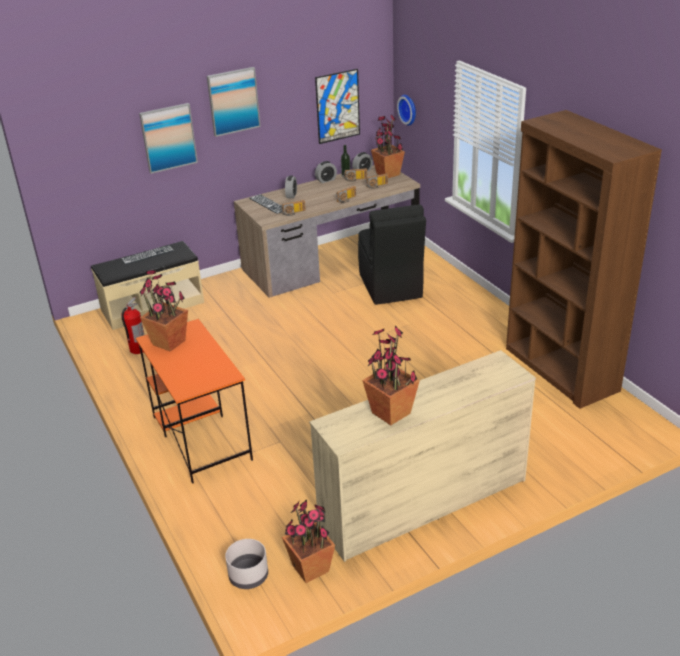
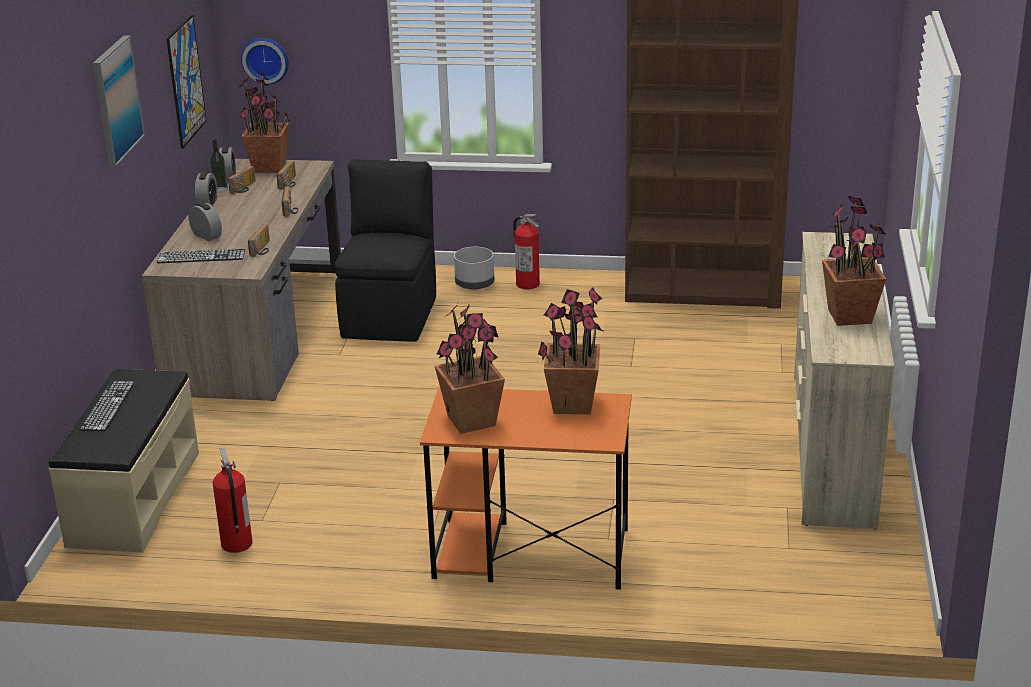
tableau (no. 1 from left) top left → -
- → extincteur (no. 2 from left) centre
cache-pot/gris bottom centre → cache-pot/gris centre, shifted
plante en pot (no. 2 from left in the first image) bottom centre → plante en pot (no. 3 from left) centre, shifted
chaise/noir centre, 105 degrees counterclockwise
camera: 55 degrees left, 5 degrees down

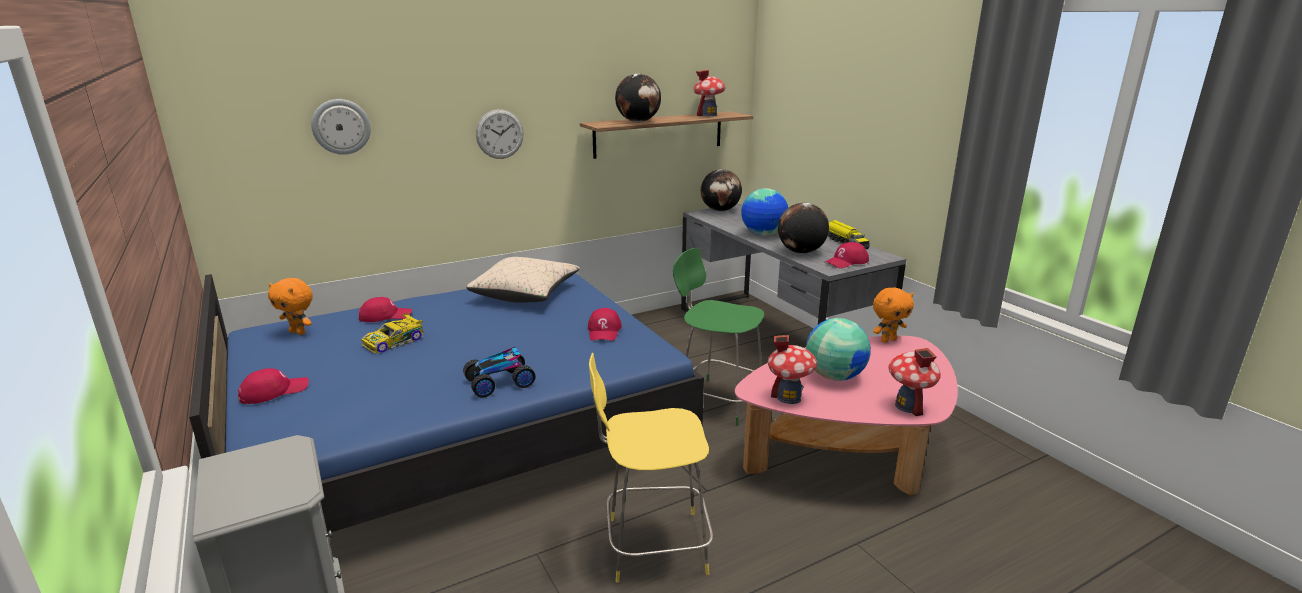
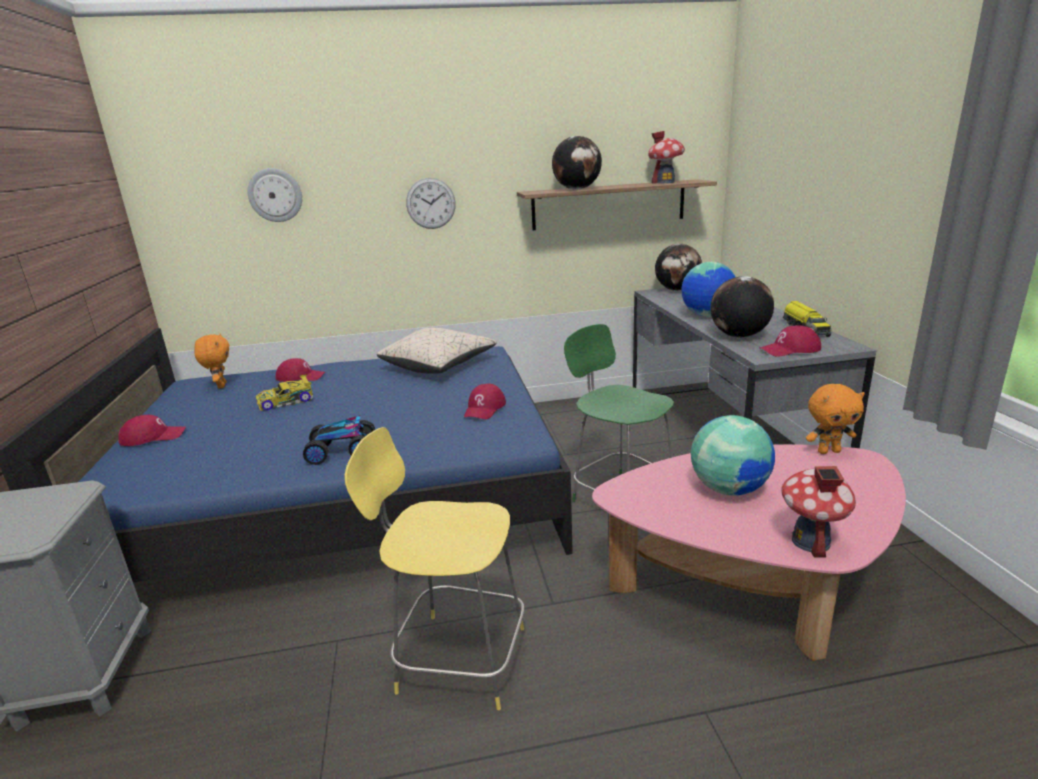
maison miniature (no. 2 from left) centre → -
peluche/orange (no. 1 from left) middle left, 150 degrees counterclockwise
camera: 20 degrees right, 0 degrees up

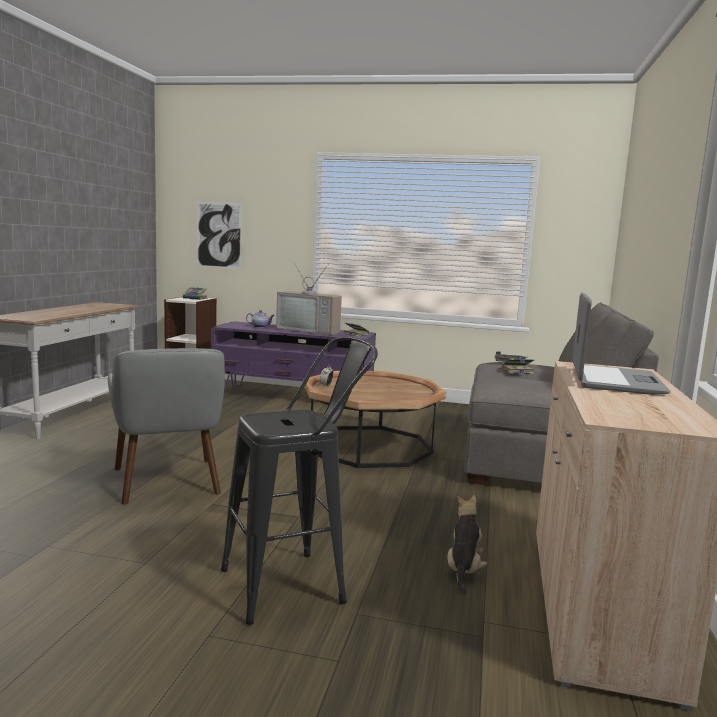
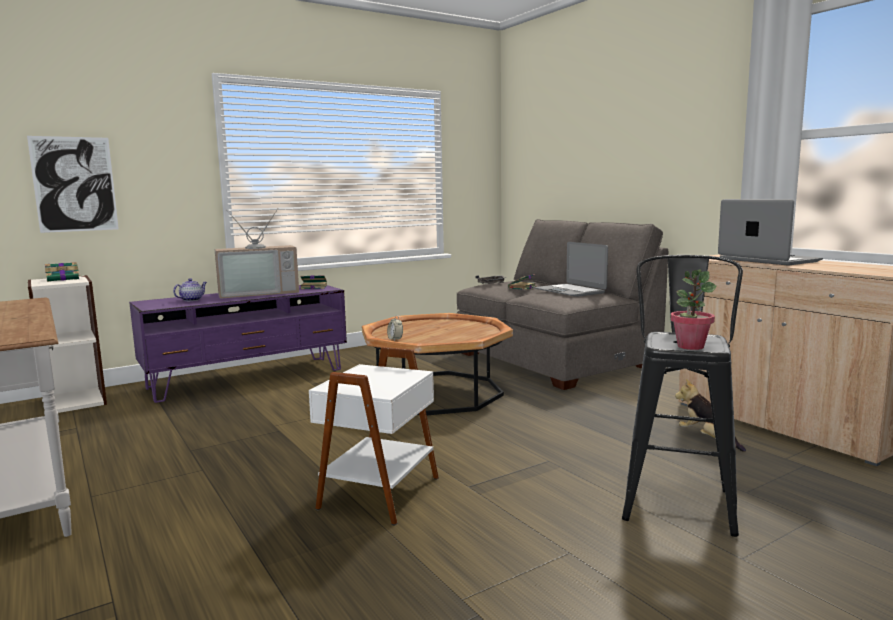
- → ordinateur portable (no. 1 from left) centre
- → plante en pot middle right
fauteuil/gris middle left → table d'appoint/blanc bottom centre
camera: 45 degrees left, 0 degrees up

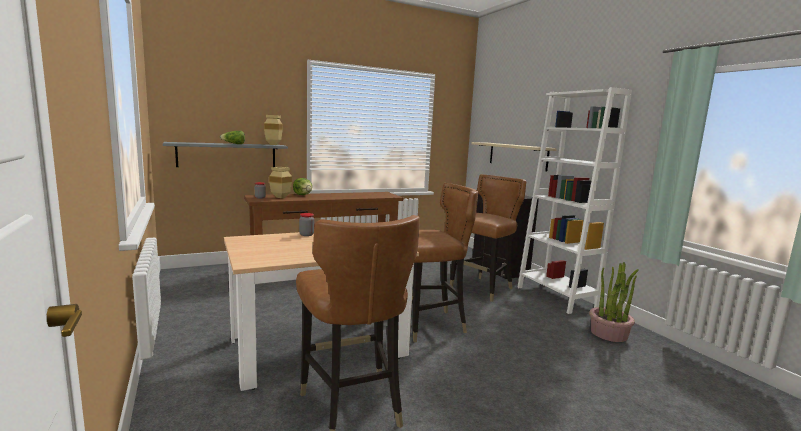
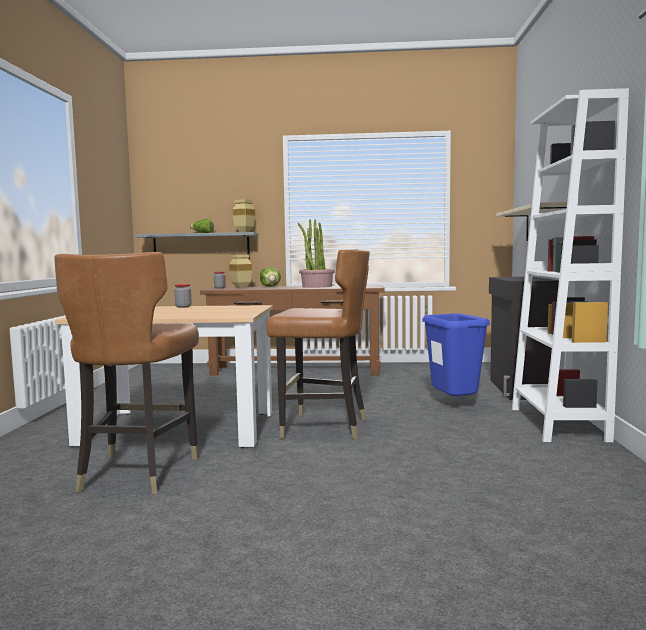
plante en pot bottom right → plante en pot centre, shifted
chaise/marron (no. 3 from left) centre → poubelle/bleu middle right
camera: 30 degrees right, 5 degrees down

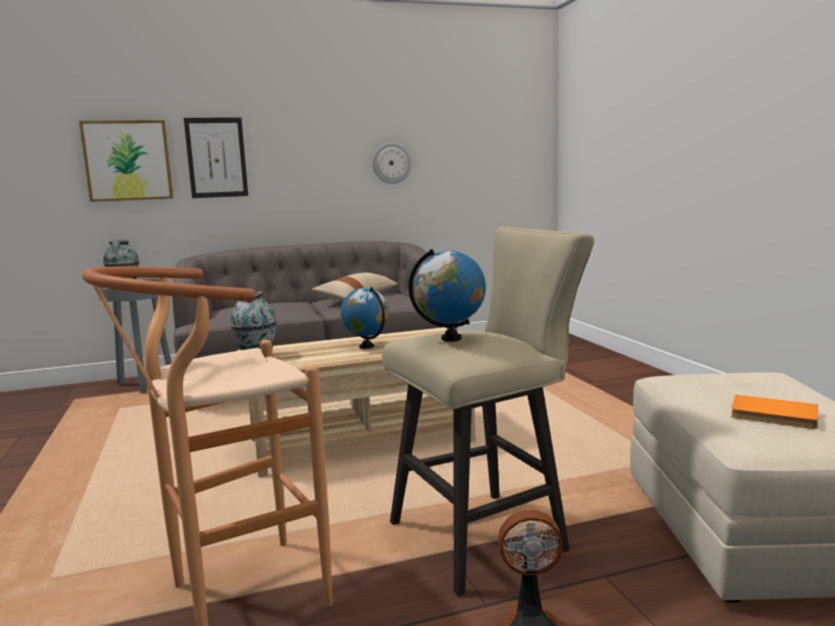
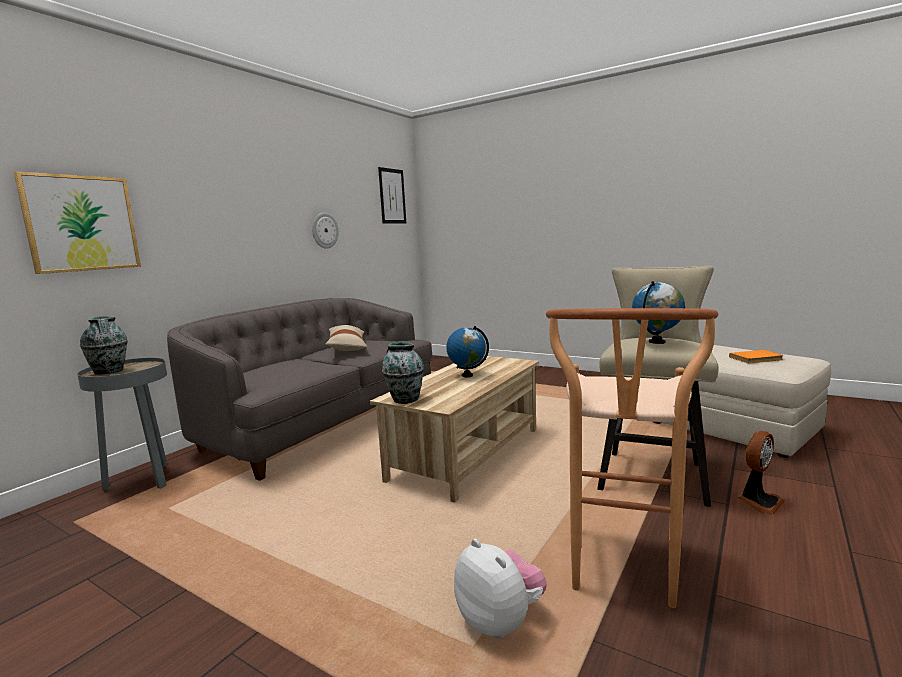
- → peluche bottom centre
tableau (no. 2 from left) top left → tableau (no. 2 from left) top centre, shifted
camera: 40 degrees left, 0 degrees up

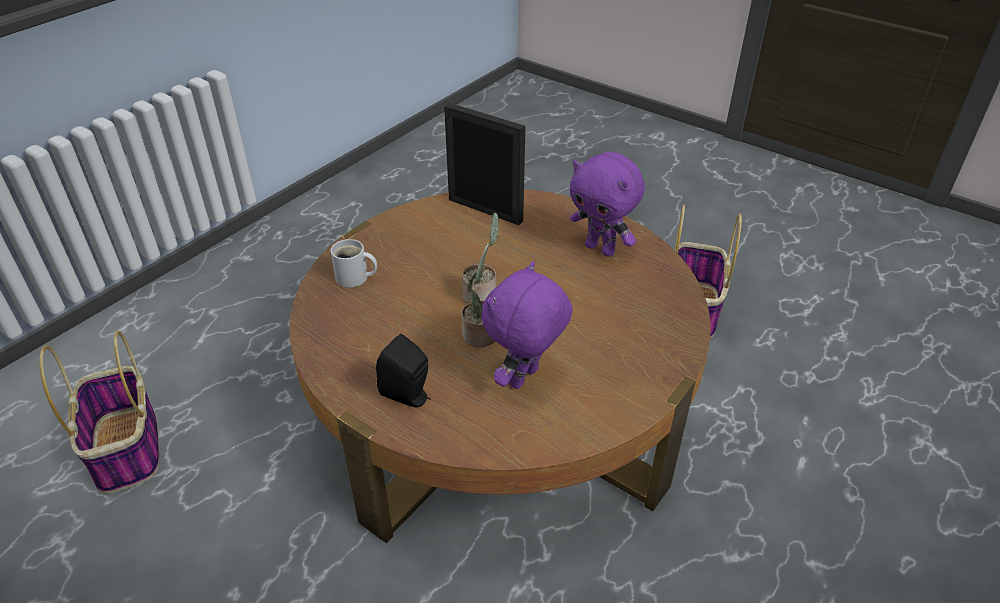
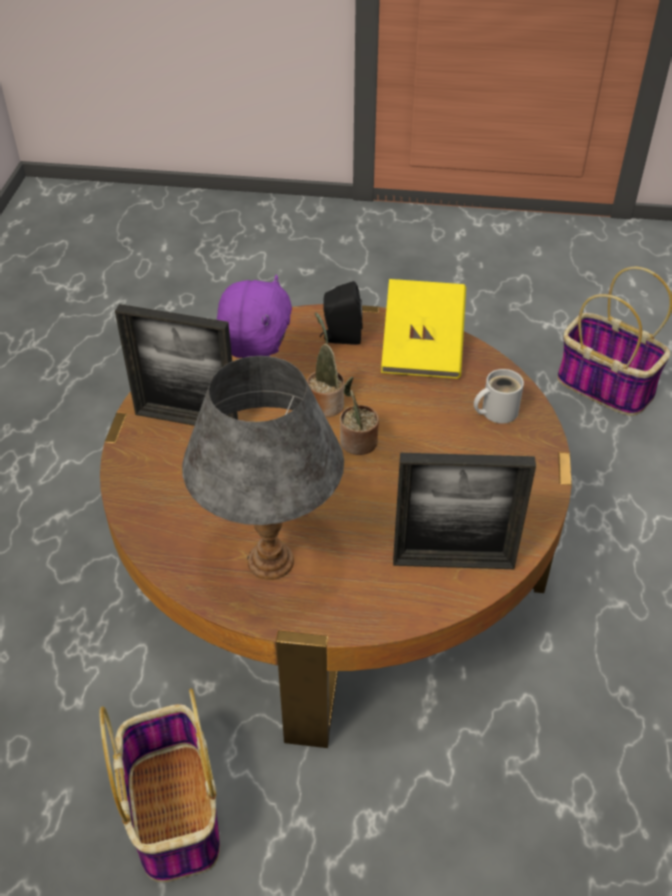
- → cadre photo (no. 1 from left) middle left
- → livre/jaune centre
peluche/violet (no. 2 from left) centre → lampe de table/gris centre
camera: 150 degrees right, 5 degrees up

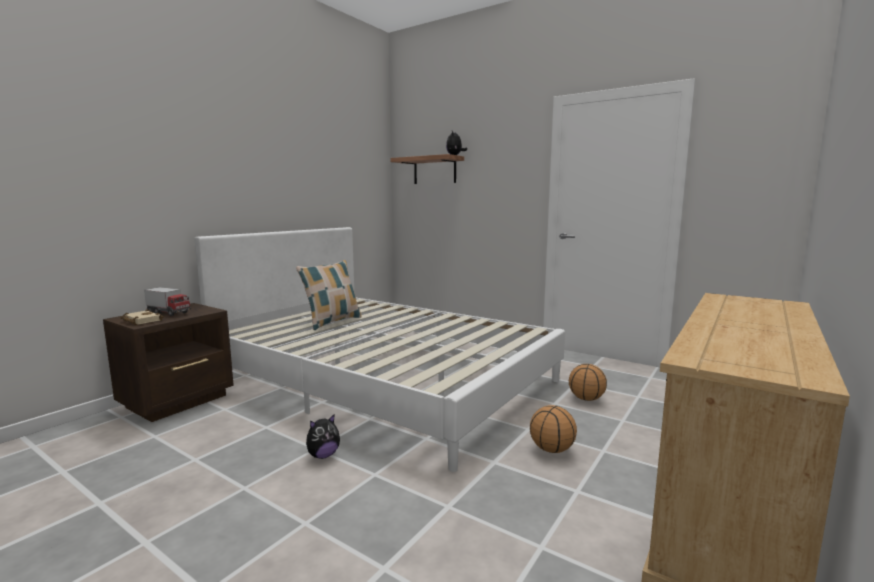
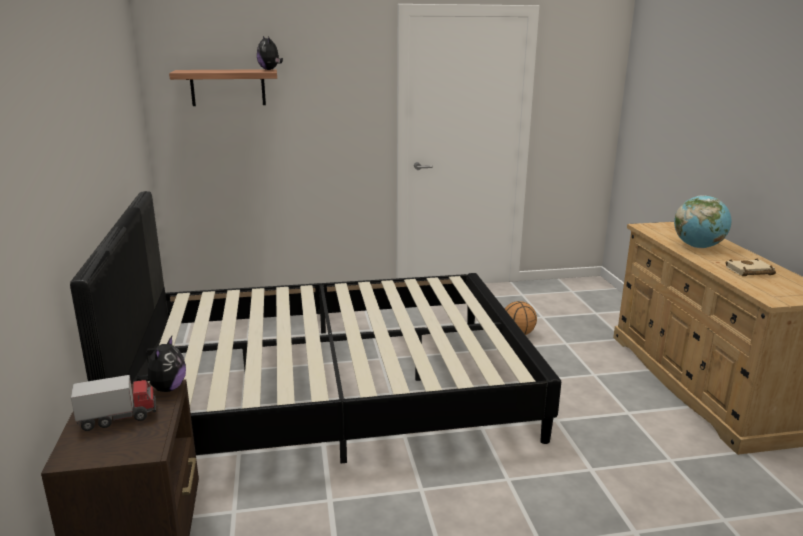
coussin centre → -
ballon de basket (no. 1 from left) bottom centre → -
- → globe middle right
livre/beige middle left → livre/beige middle right, shifted
peluche (no. 1 from left) bottom centre → peluche (no. 1 from left) bottom left, shifted
lit/blanc centre → lit/noir centre
camera: 45 degrees left, 10 degrees up

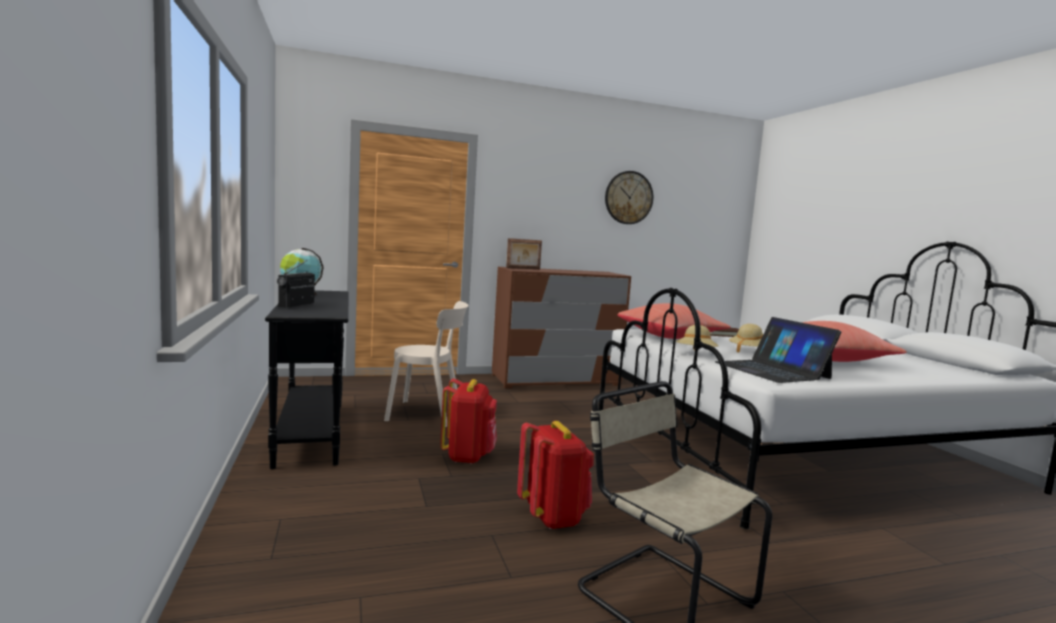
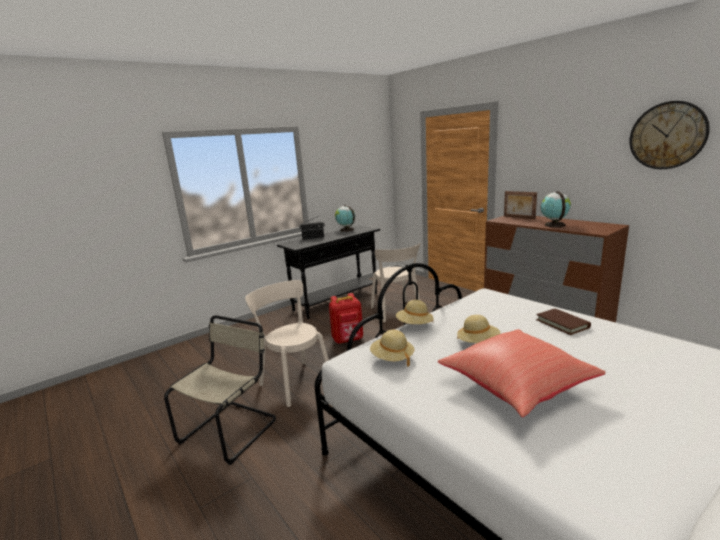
coussin/rouge (no. 1 from left) centre → -
- → globe (no. 2 from left) middle right
sac à dos/rouge (no. 2 from left) bottom centre → chaise/beige (no. 2 from left) centre
ordinateur portable middle right → chapeau/beige (no. 1 from left) centre
camera: 70 degrees right, 10 degrees up

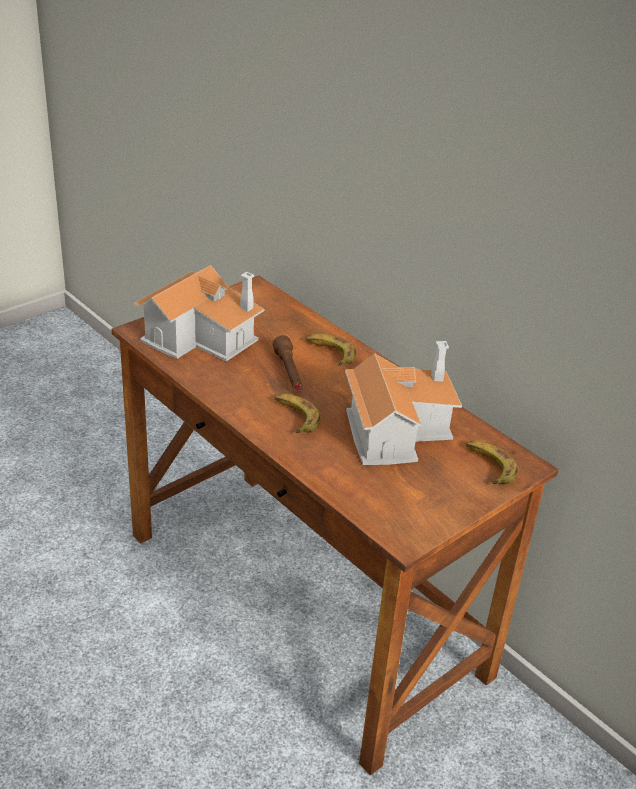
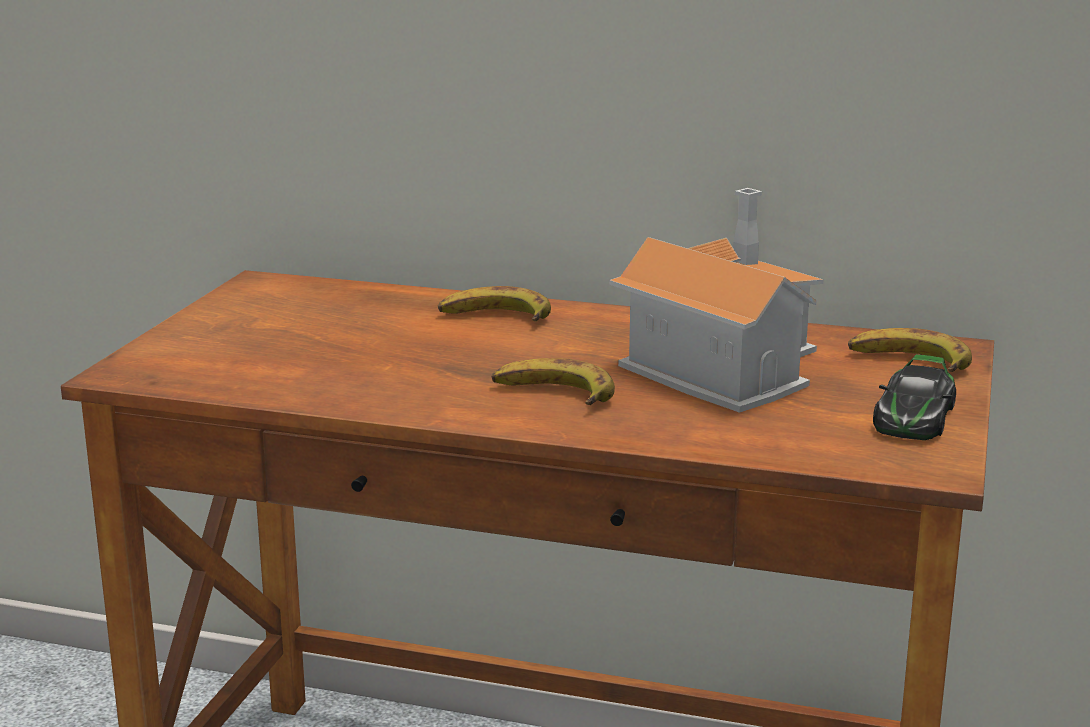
maison miniature (no. 1 from left) middle left → -
lampe de poche/marron centre → -
- → petite voiture middle right
camera: 30 degrees left, 15 degrees down

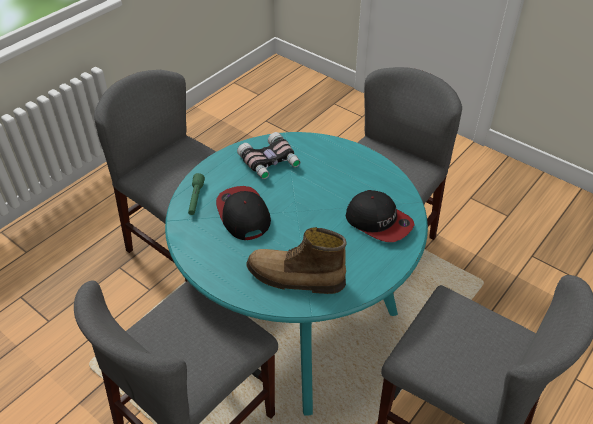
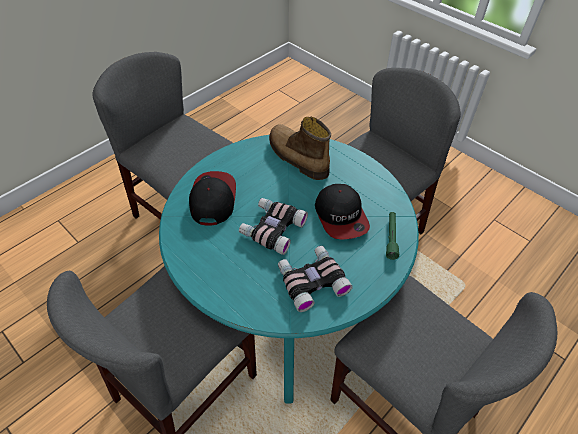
- → jumelles (no. 1 from left) centre
botte centre, 150 degrees counterclockwise
casquette (no. 2 from left in the first image) centre → casquette (no. 1 from left) centre, 45 degrees clockwise
camera: 175 degrees left, 5 degrees up

